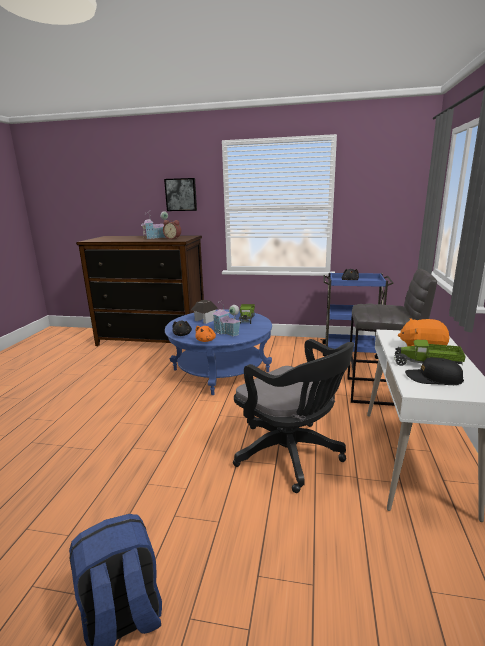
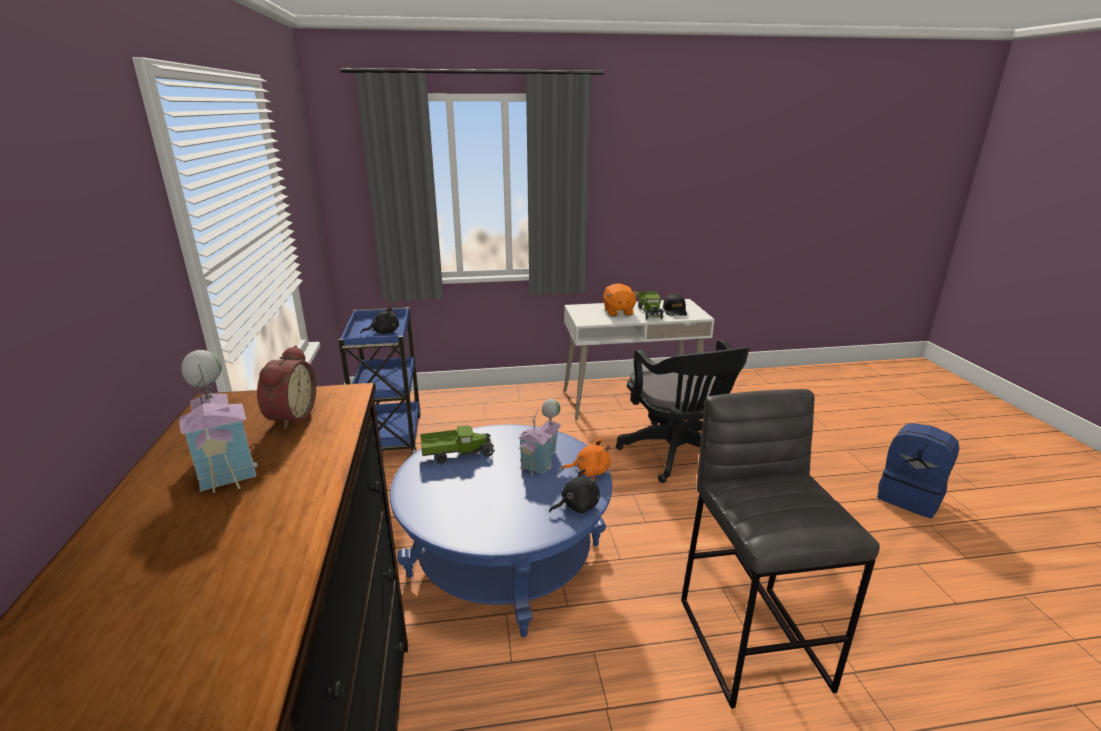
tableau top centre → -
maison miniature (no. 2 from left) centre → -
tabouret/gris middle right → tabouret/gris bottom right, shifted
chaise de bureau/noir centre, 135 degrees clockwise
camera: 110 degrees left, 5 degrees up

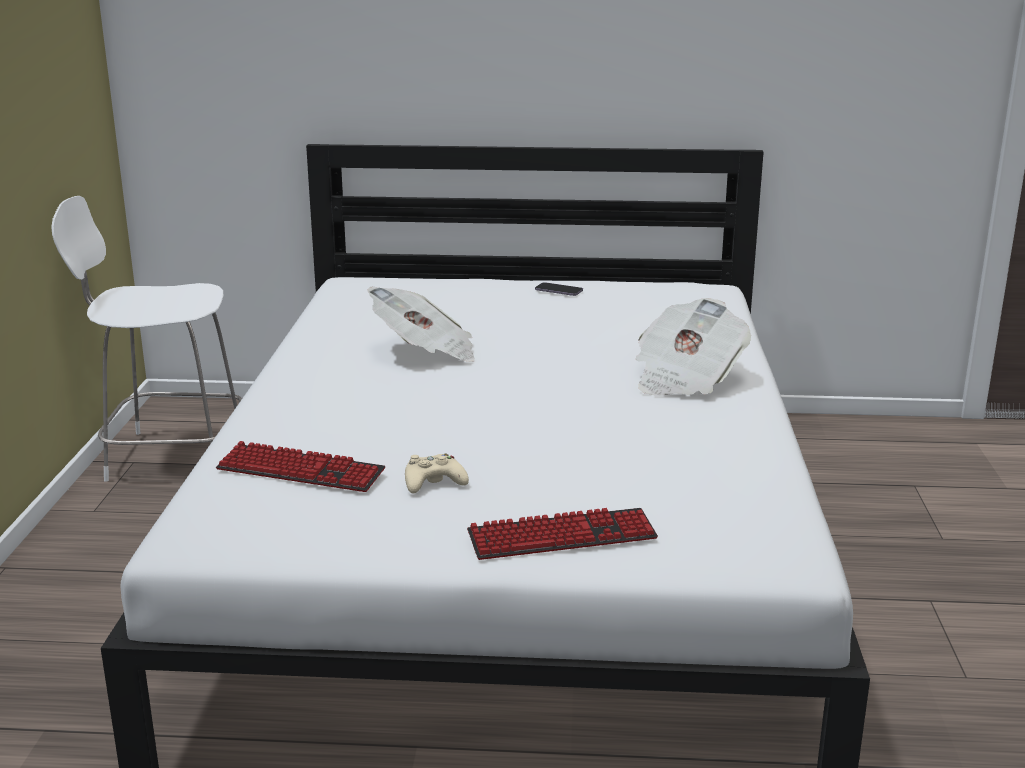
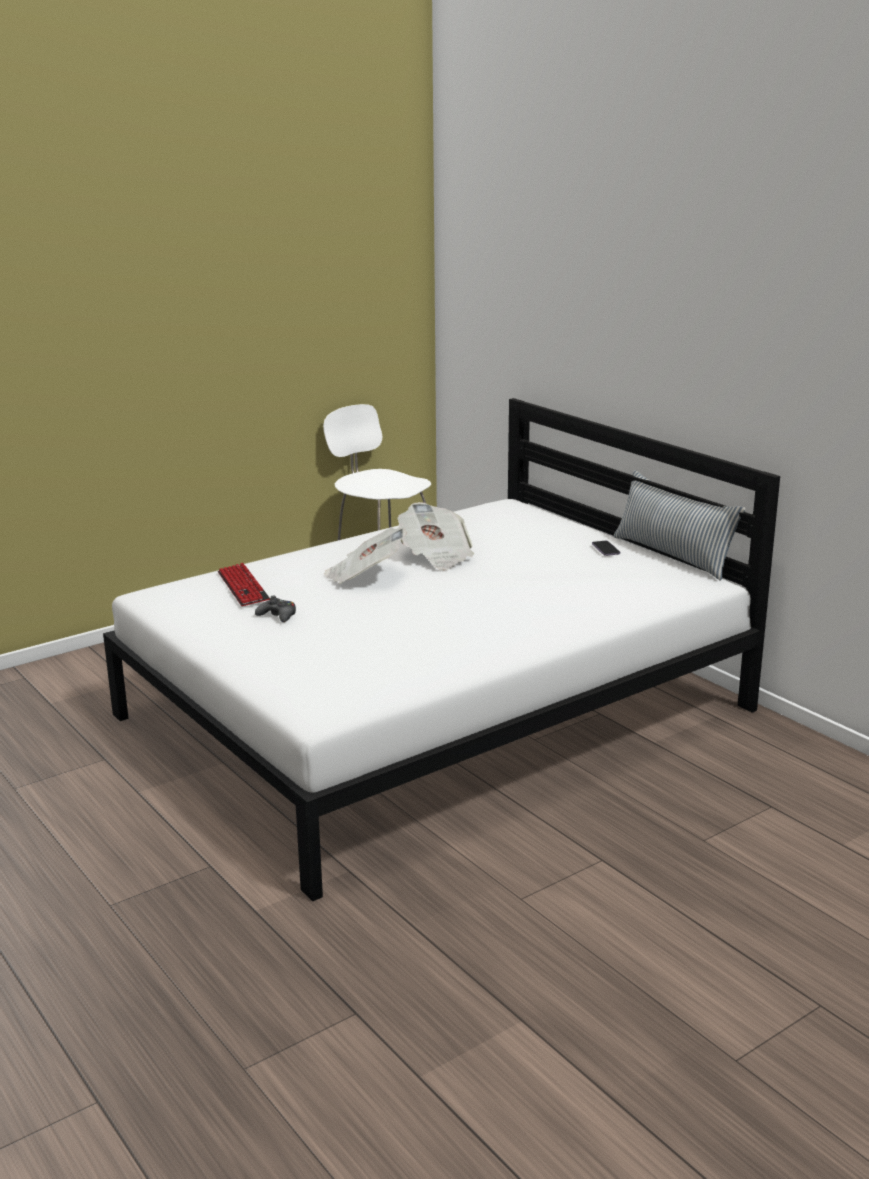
clavier (no. 2 from left) bottom centre → -
- → coussin middle right
journal (no. 2 from left in the first image) middle right → journal (no. 1 from left) centre, shifted
manette/beige centre → manette/noir middle left
camera: 50 degrees right, 0 degrees up

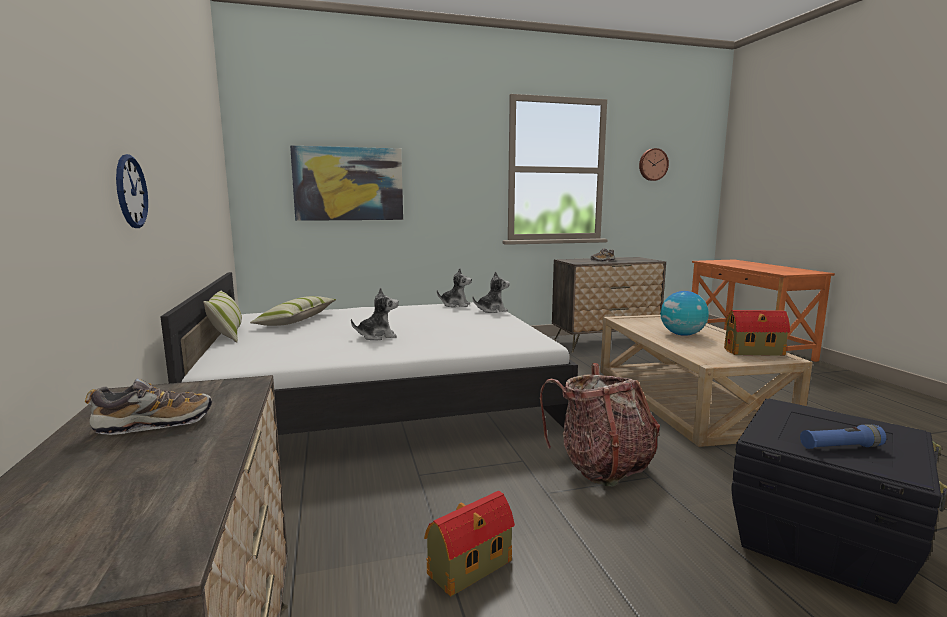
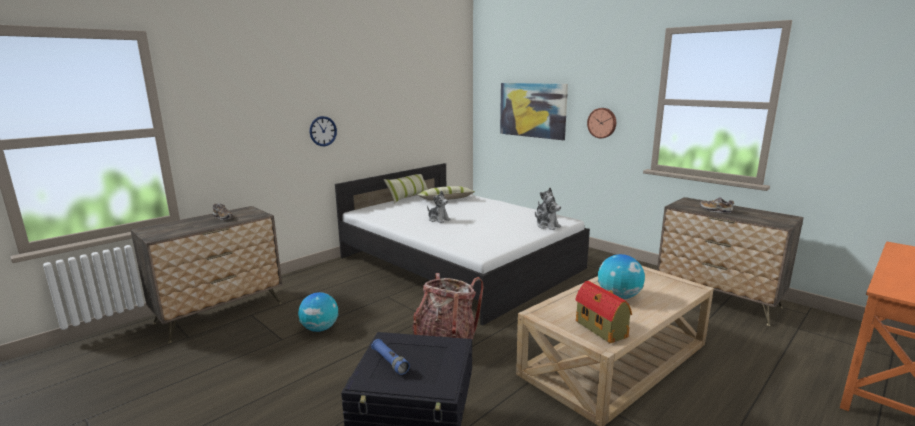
horloge murale (no. 2 from left) top right → horloge murale (no. 2 from left) top centre, shifted
maison miniature (no. 1 from left) bottom centre → globe (no. 1 from left) bottom centre
camera: 60 degrees right, 5 degrees up

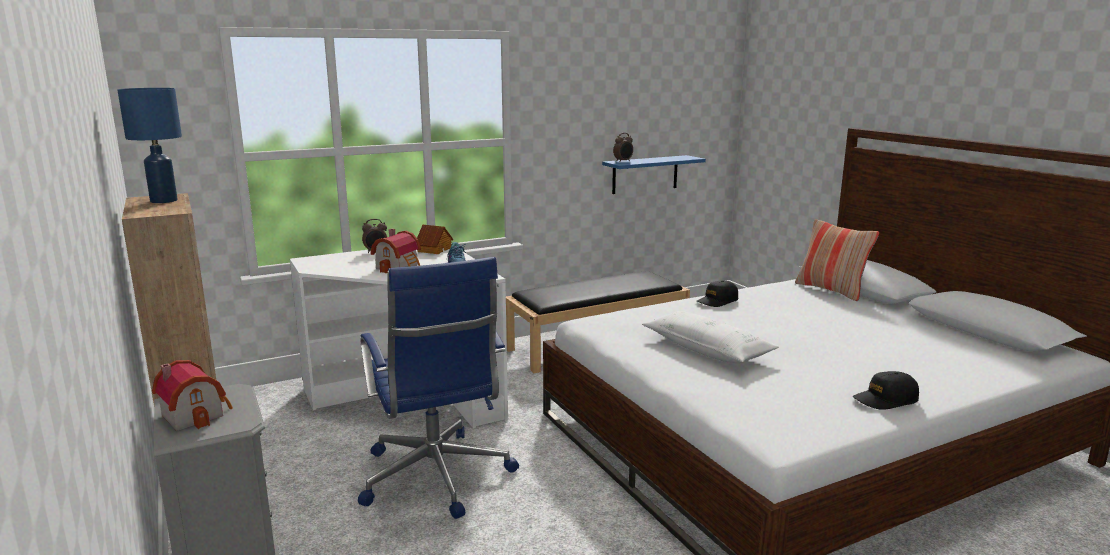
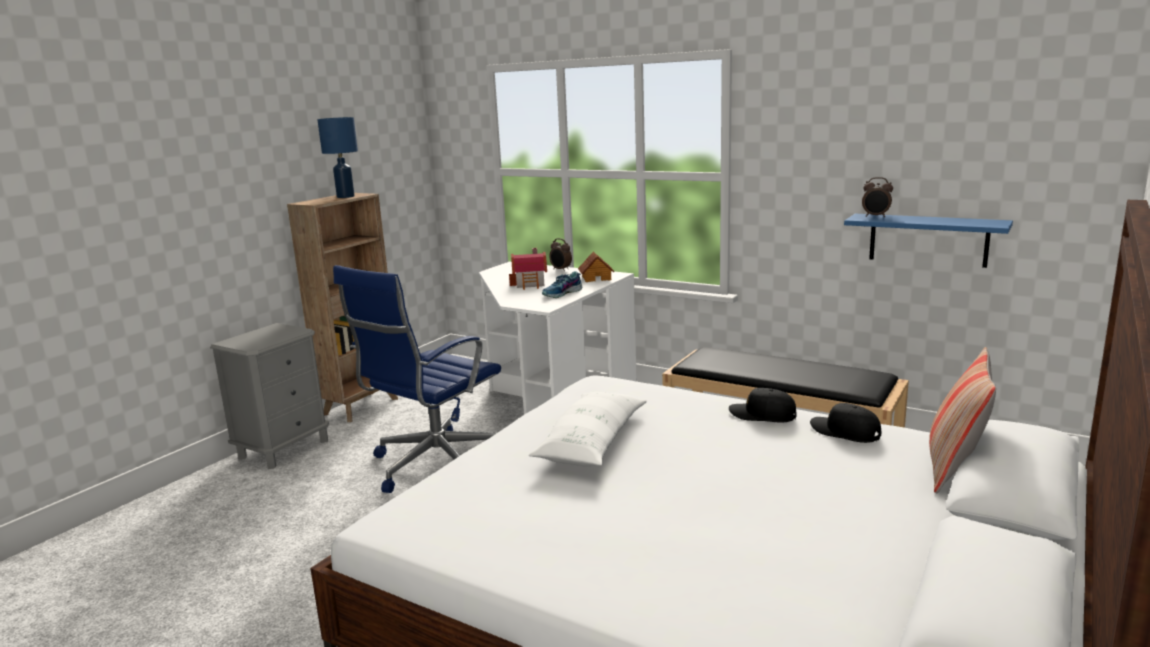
maison miniature (no. 1 from left) bottom left → -
casquette/noir (no. 2 from left) bottom right → casquette/noir (no. 2 from left) middle right, shifted
camera: 60 degrees right, 0 degrees up

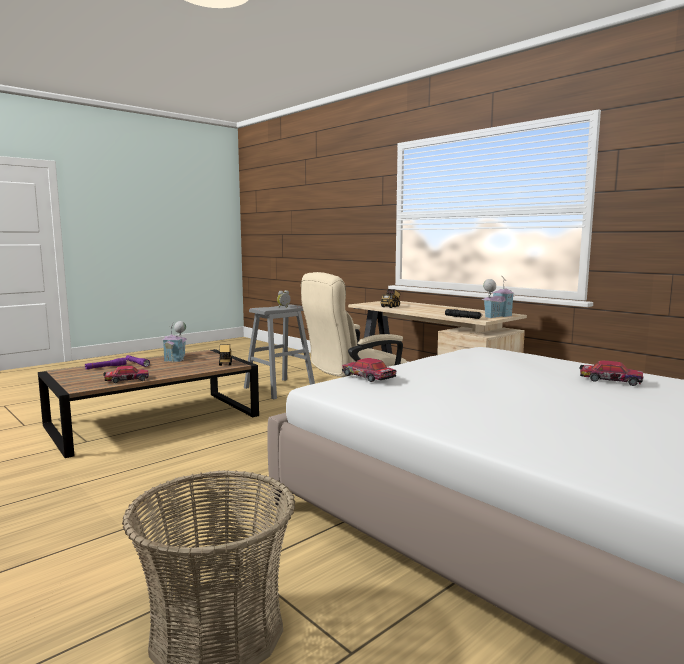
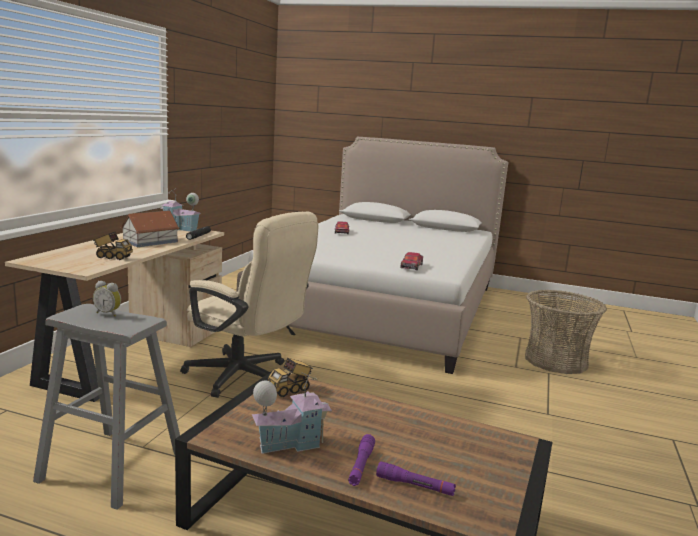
petite voiture (no. 1 from left) middle left → -
- → maison miniature (no. 1 from left) middle left
camera: 120 degrees left, 5 degrees up

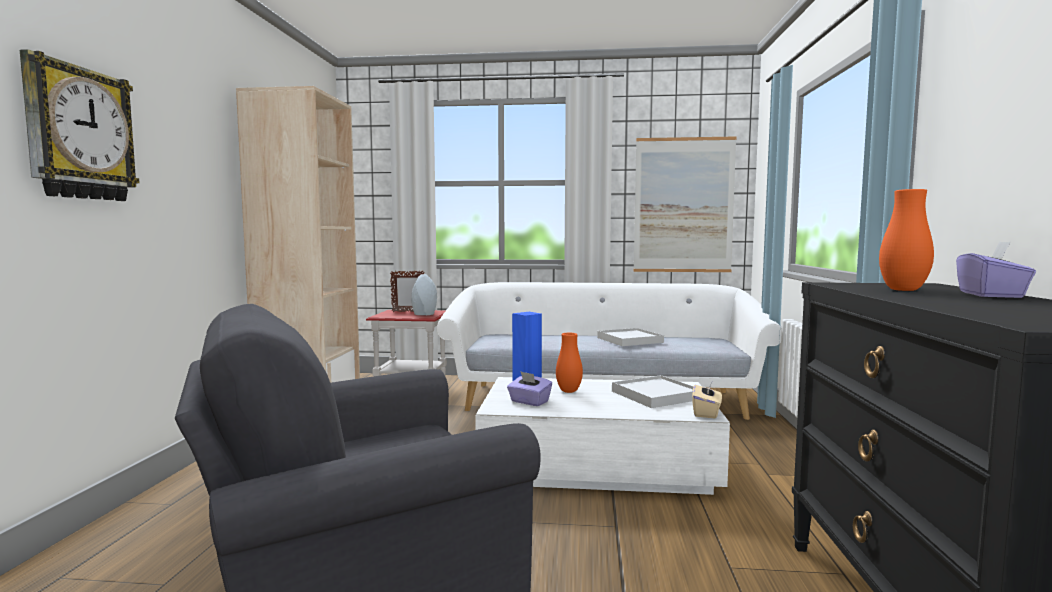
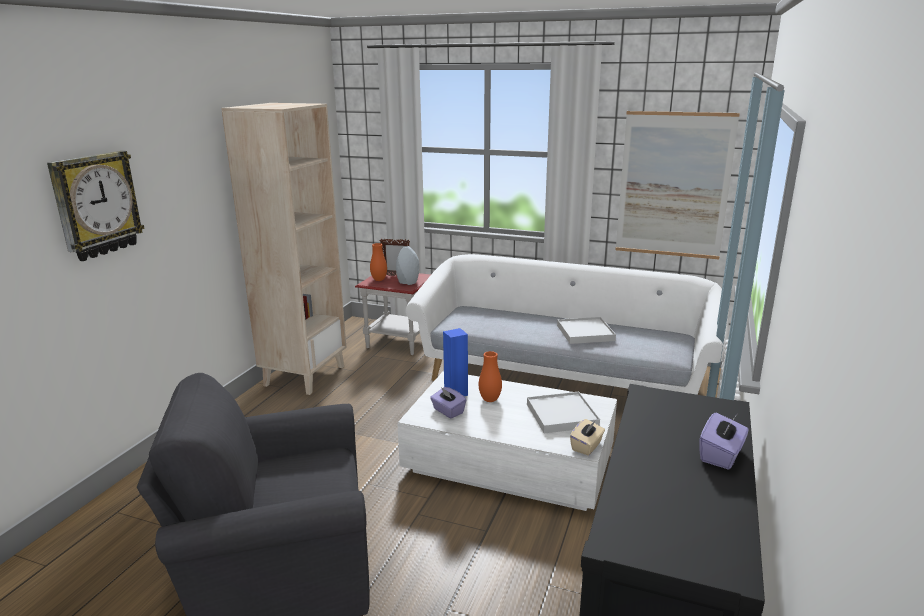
vase/orange (no. 2 from left in the first image) middle right → vase/orange (no. 1 from left) centre, shifted
camera: 15 degrees right, 15 degrees up

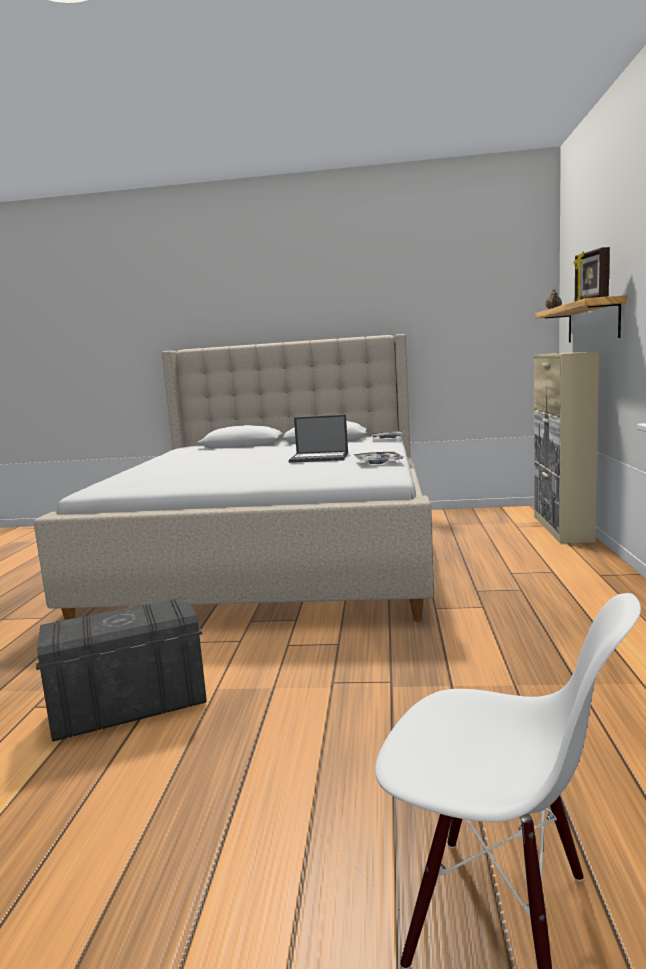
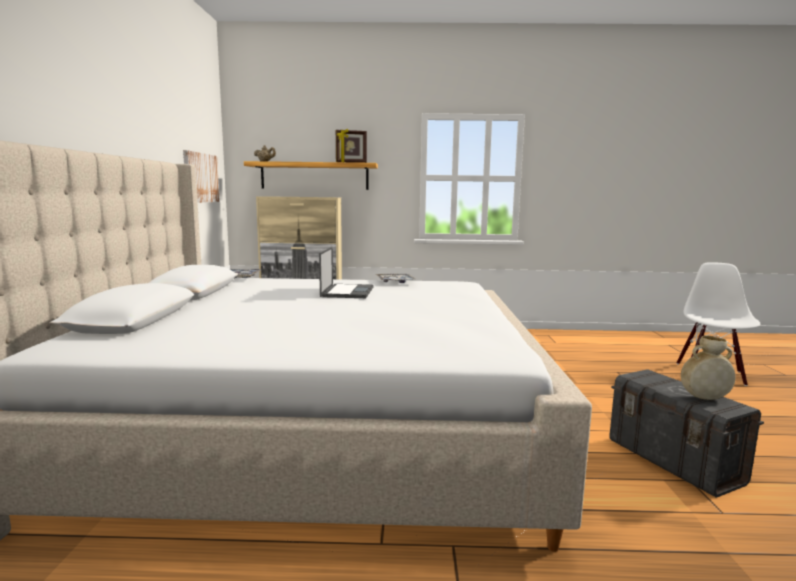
- → tableau top left
- → vase/beige middle right
camera: 95 degrees left, 0 degrees up

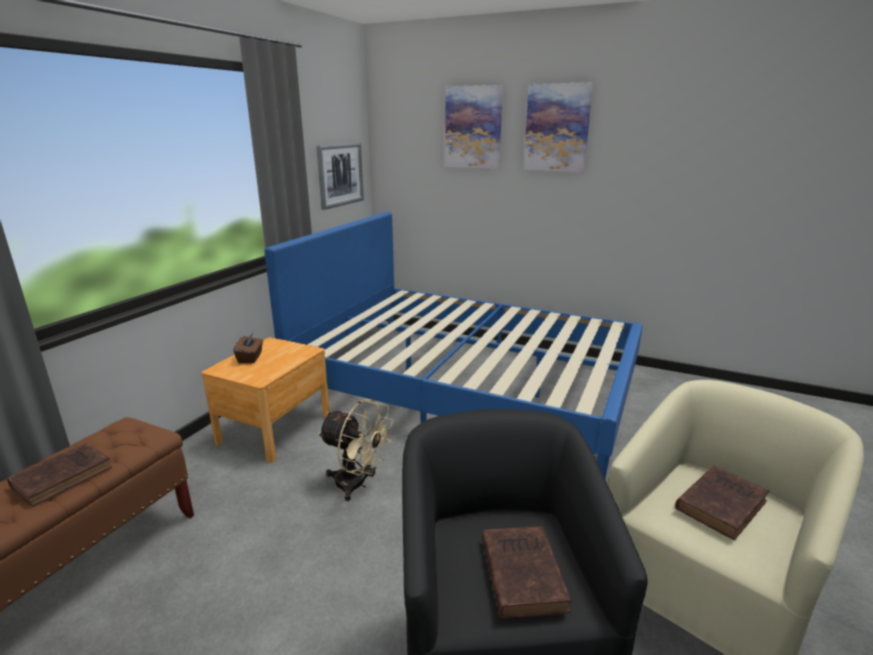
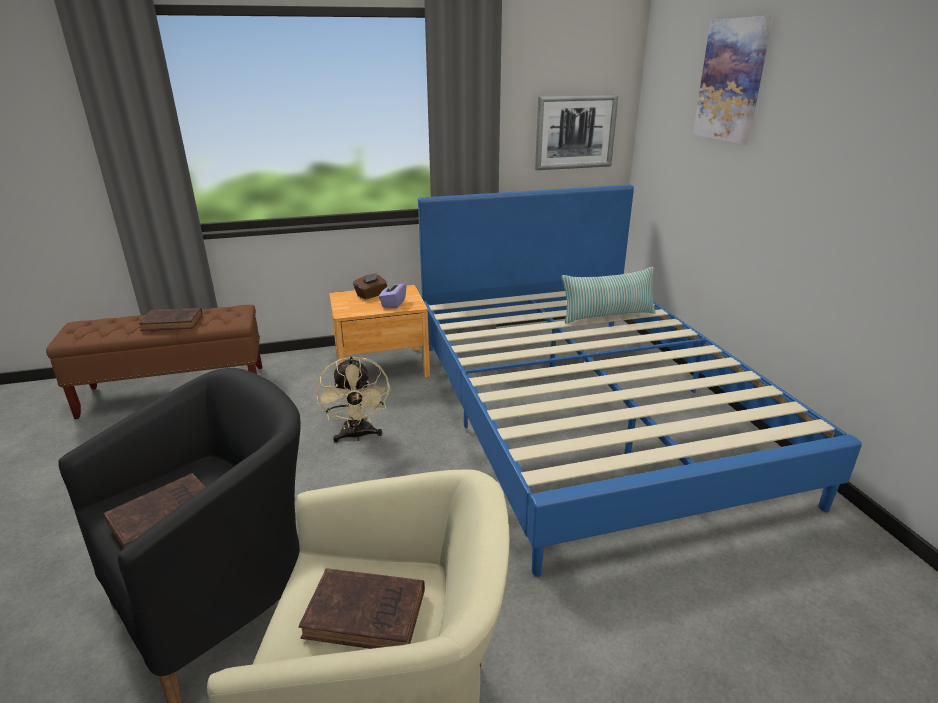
tableau (no. 3 from left) top centre → -
- → boîte à mouchoirs/violet centre
- → coussin centre
camera: 50 degrees right, 5 degrees up

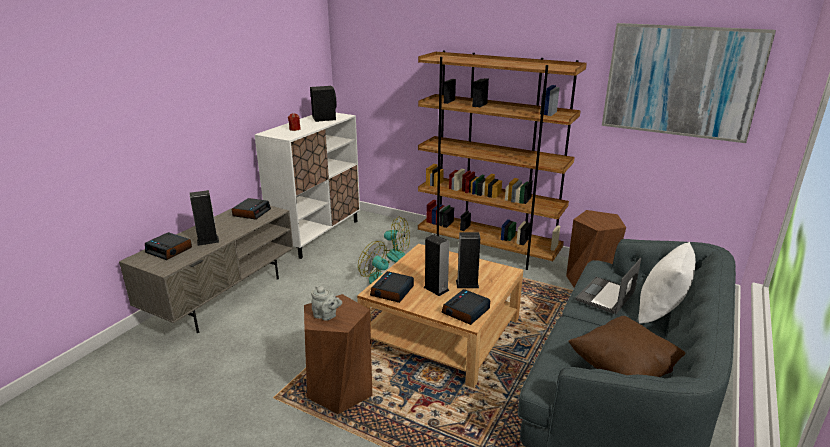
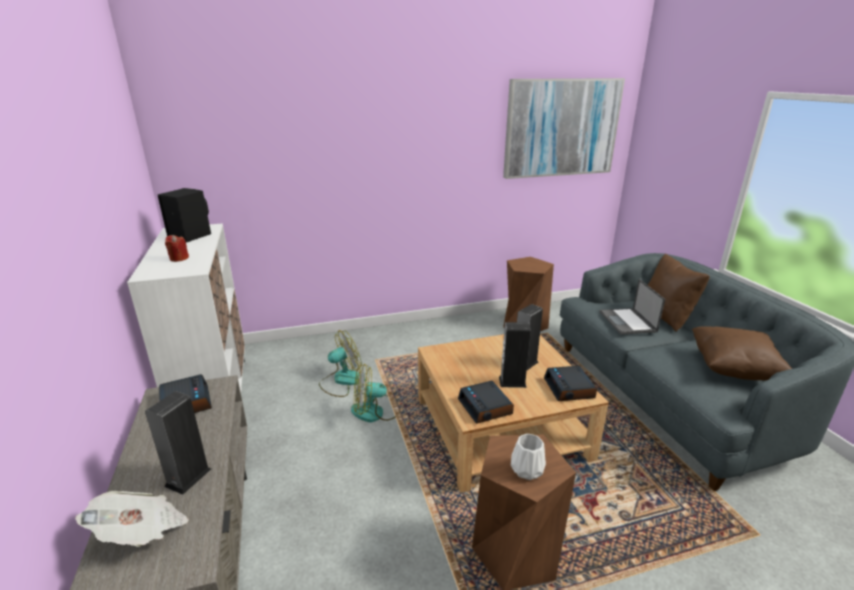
bibliothèque/marron centre → -
réveil (no. 1 from left) middle left → journal bottom left
théière/gris bottom centre → vase/blanc bottom centre
coussin/blanc middle right → coussin/marron (no. 1 from left) middle right
camera: 45 degrees left, 0 degrees up

